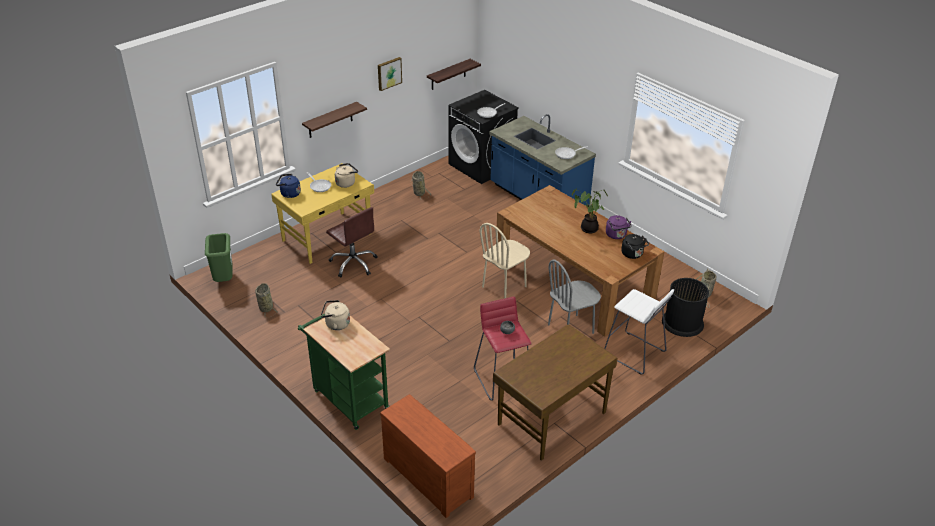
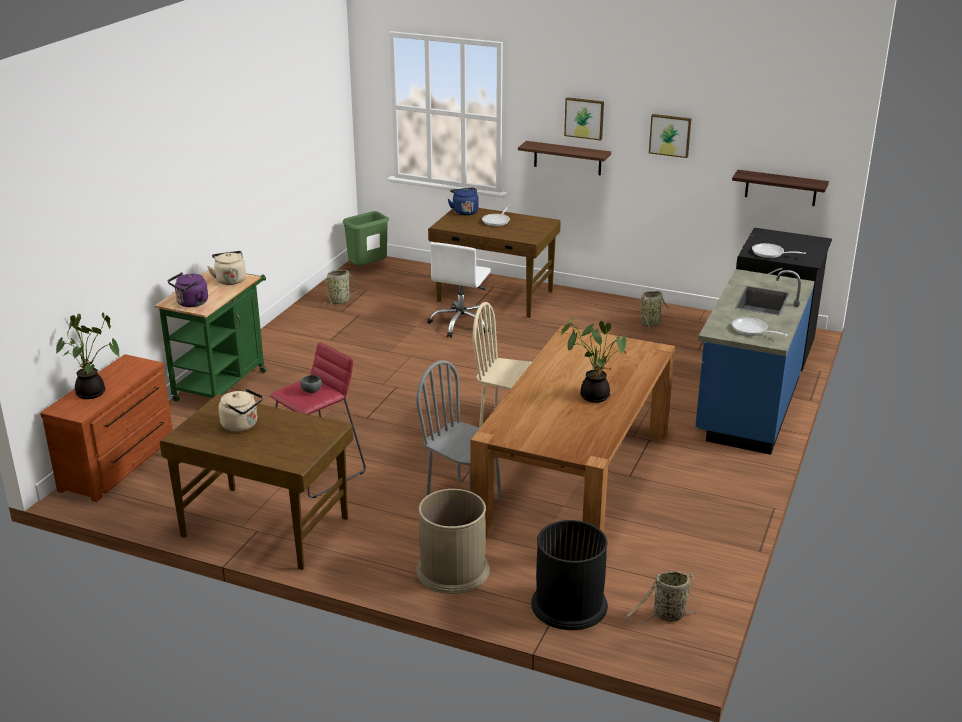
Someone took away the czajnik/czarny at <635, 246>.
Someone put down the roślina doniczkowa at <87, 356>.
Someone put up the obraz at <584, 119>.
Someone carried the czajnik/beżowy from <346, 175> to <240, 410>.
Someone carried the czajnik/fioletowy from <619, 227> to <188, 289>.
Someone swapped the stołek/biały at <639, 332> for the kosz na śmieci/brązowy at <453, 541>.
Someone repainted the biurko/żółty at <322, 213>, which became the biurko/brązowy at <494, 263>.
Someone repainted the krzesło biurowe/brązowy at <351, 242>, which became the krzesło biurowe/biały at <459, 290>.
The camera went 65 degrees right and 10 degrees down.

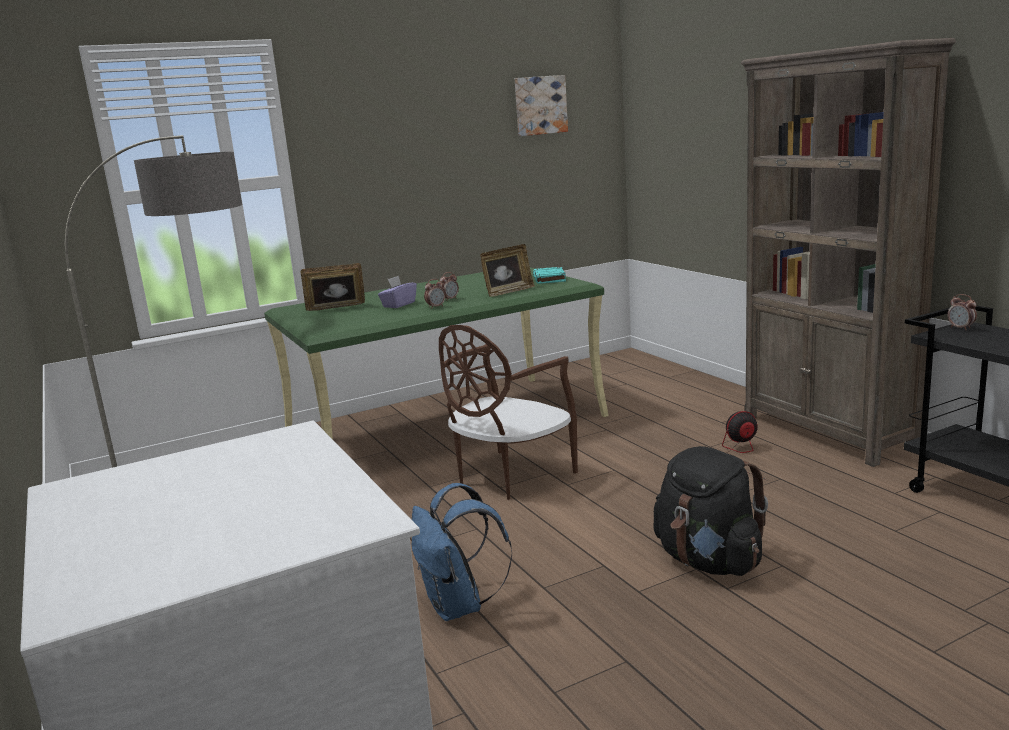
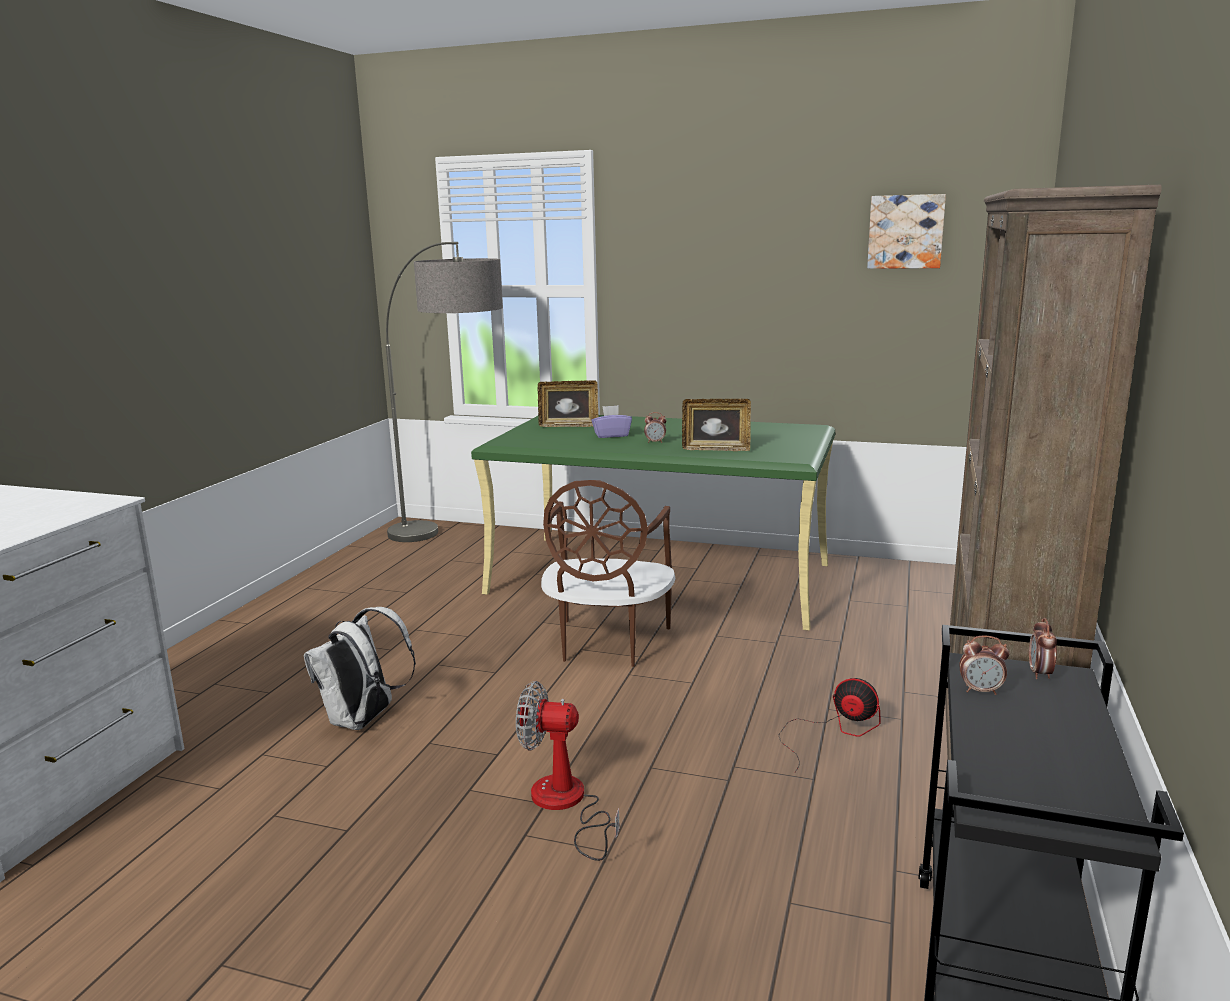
Someone took away the książka/turkusowy at <549, 275>.
Someone carried the budzik from <435, 294> to <984, 665>.
Someone swapped the plecak/czarny at <710, 511> for the wentylator at <567, 771>.
Someone repainted the plecak/niebieski at <461, 552>, which became the plecak/biały at <360, 668>.
Someone rotated the ramka na zdjęcie at <333, 287> by 150 degrees clockwise.
Someone rotated the krzesło/brązowy at <508, 412> by 75 degrees counterclockwise.
The camera went 45 degrees right and 0 degrees up.

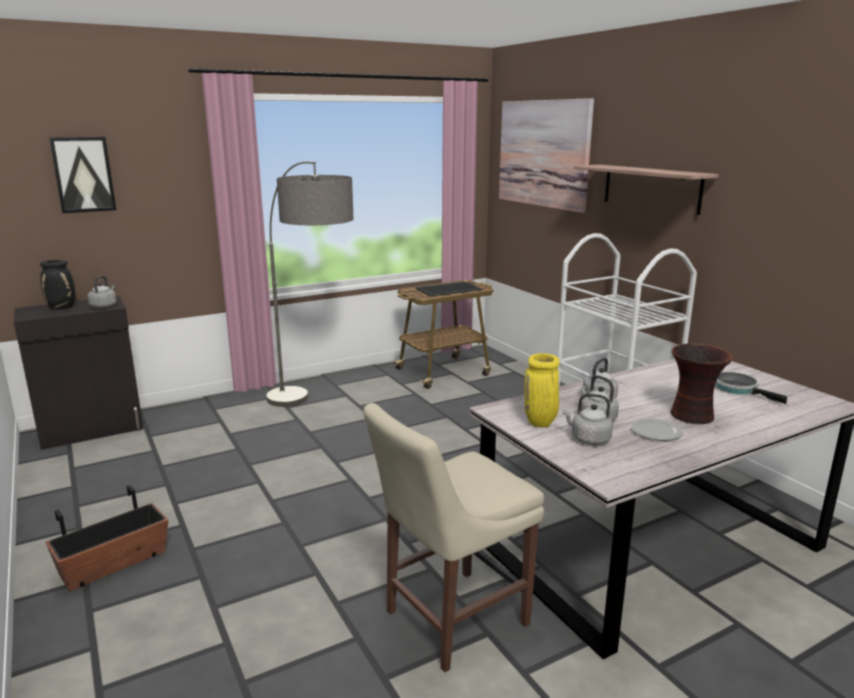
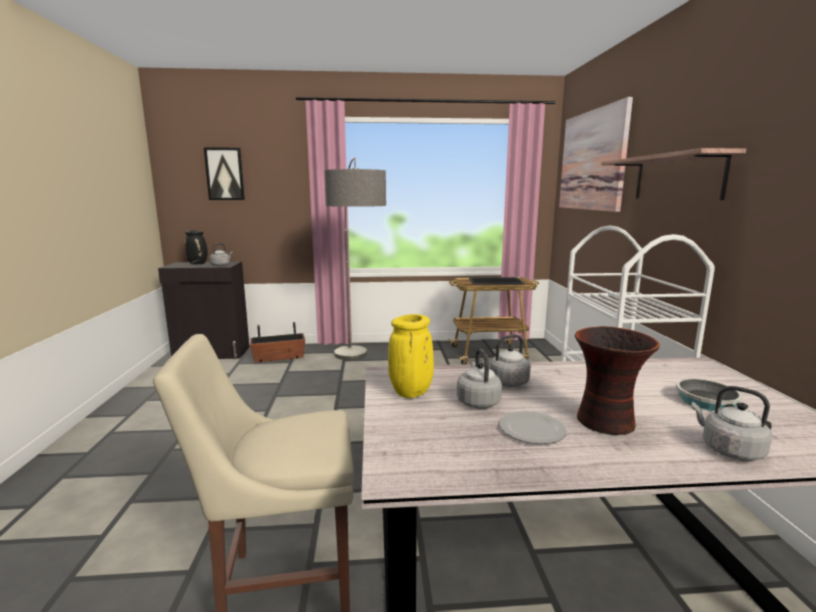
Someone carried the donica from <106, 538> to <277, 342>.
Someone carried the czajnik/szary from <588, 419> to <731, 423>.
The camera went 25 degrees right and 5 degrees down.

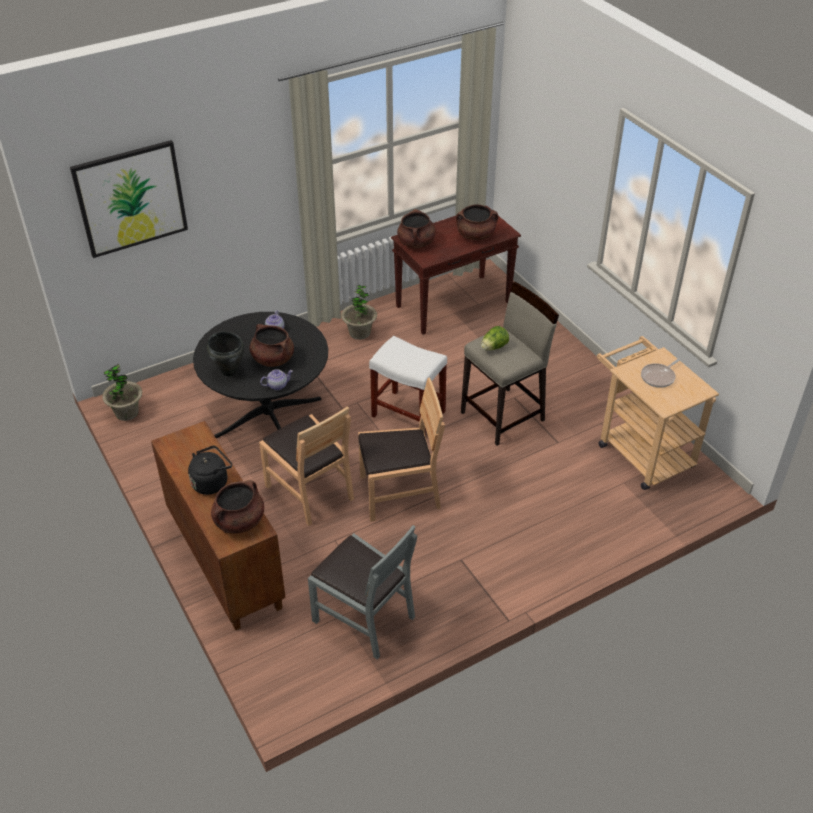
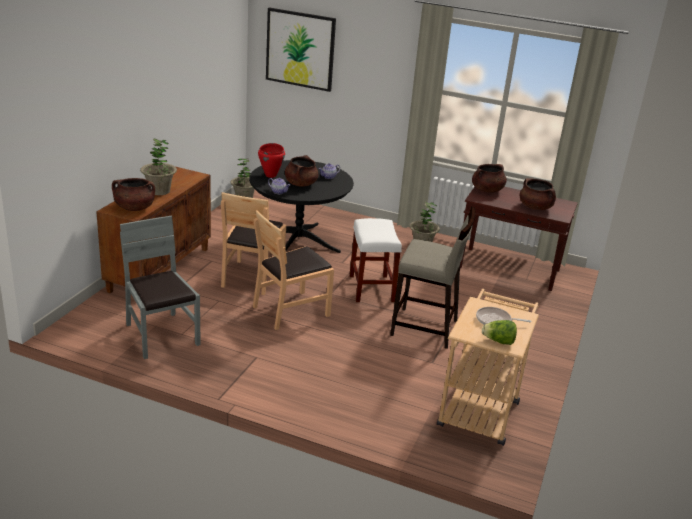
Someone carried the sałata from <495, 338> to <499, 332>.
Someone swapped the czajnik/czarny at <210, 470> for the roślina doniczkowa at <158, 166>.
Someone repainted the garnek/czarny at <225, 354>, which became the garnek/czerwony at <271, 160>.
Someone rotated the krzesło/szary at <362, 592> by 150 degrees clockwise.
Someone rotated the krzesło/brązowy at <401, 450> by 105 degrees clockwise.
The camera went 50 degrees right and 15 degrees down.

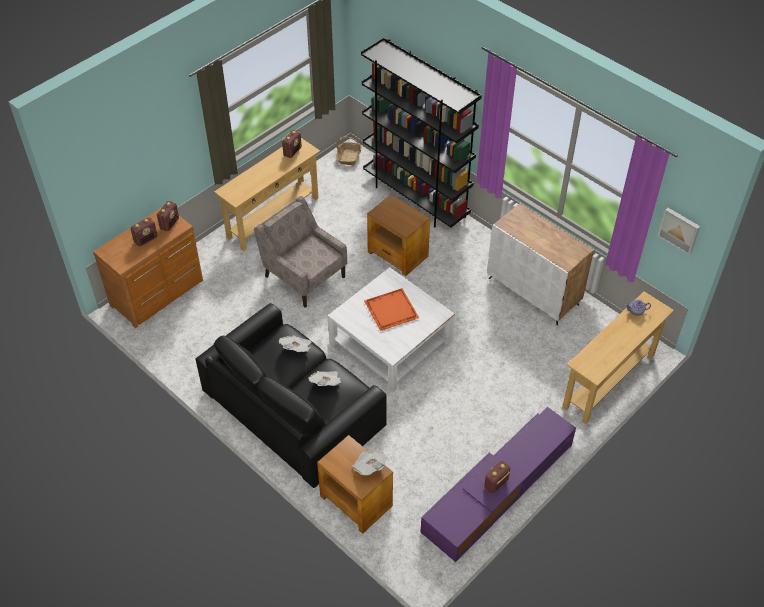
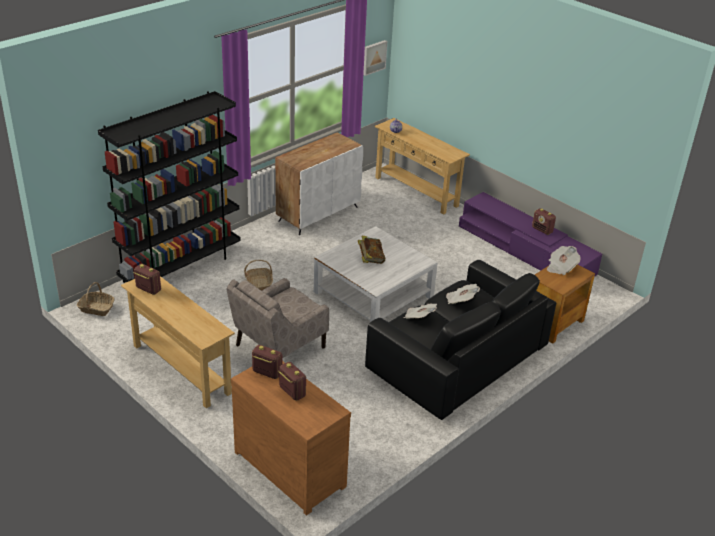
Someone swapped the taca/pomarańczowy at <391, 309> for the książka at <371, 250>.
Someone swapped the stolik/brązowy at <398, 235> for the koszyk at <258, 275>.
The camera went 90 degrees left and 15 degrees down.

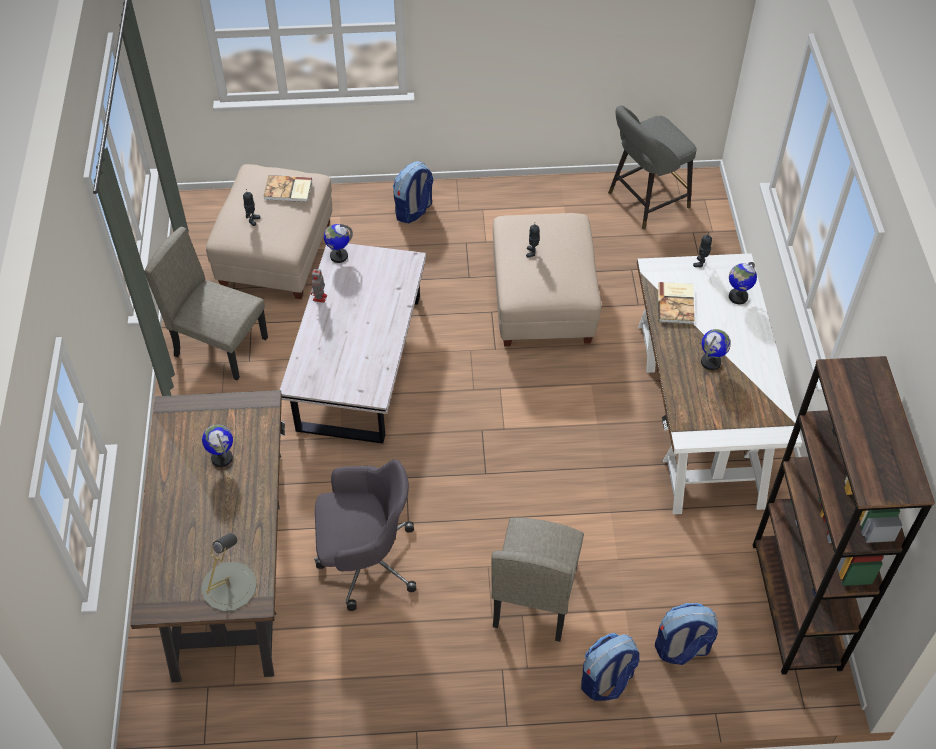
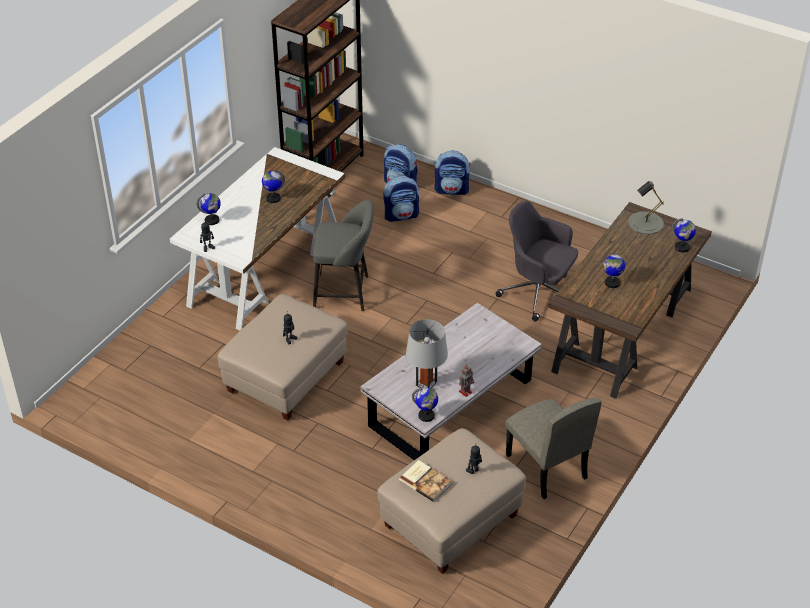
Someone took away the krzesło/beżowy at <537, 579>.
Someone took away the książka at <676, 303>.
Someone put down the lampa stołowa/szary at <427, 353>.
Someone put down the globus at <684, 235>.
Someone carried the plecak from <413, 192> to <401, 199>.
Someone carried the stołek/szary from <652, 167> to <343, 255>.
The camera went 145 degrees left and 10 degrees down.

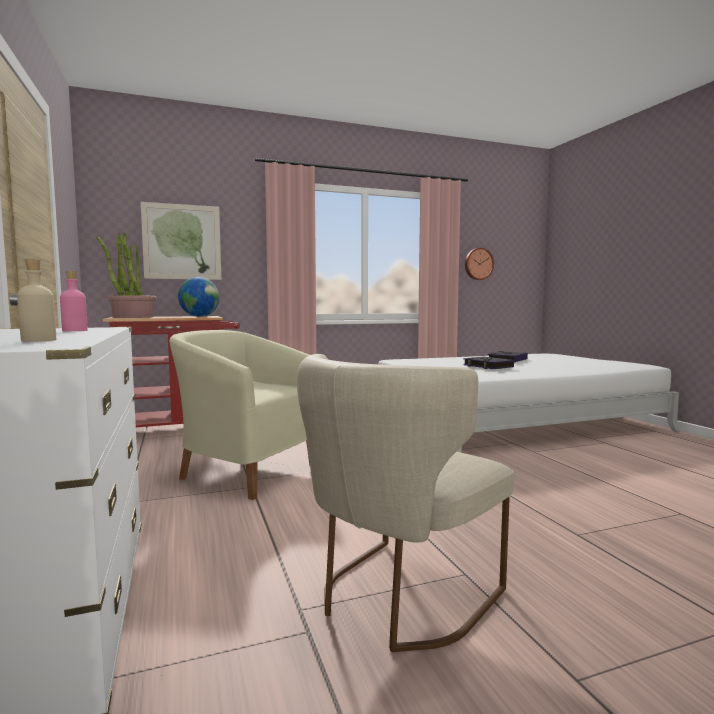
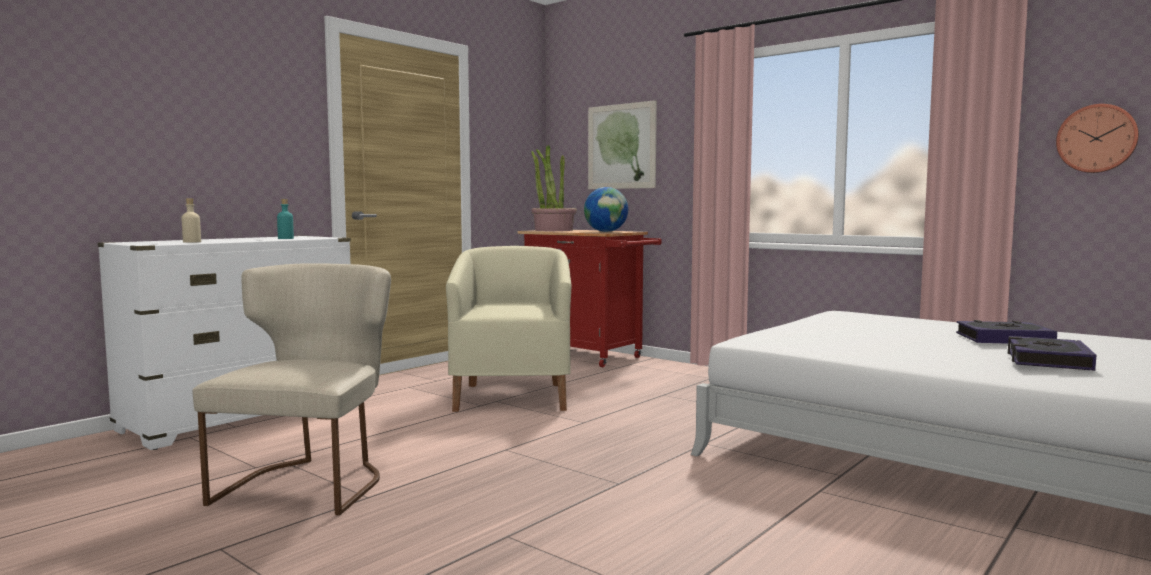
Someone carried the książka from <488, 362> to <1052, 353>.
Someone repainted the butelka/różowy at <73, 301>, which became the butelka/turkusowy at <285, 219>.
Someone rotated the krzesło/beżowy at <405, 503> by 90 degrees clockwise.
The camera went 60 degrees right and 0 degrees up.

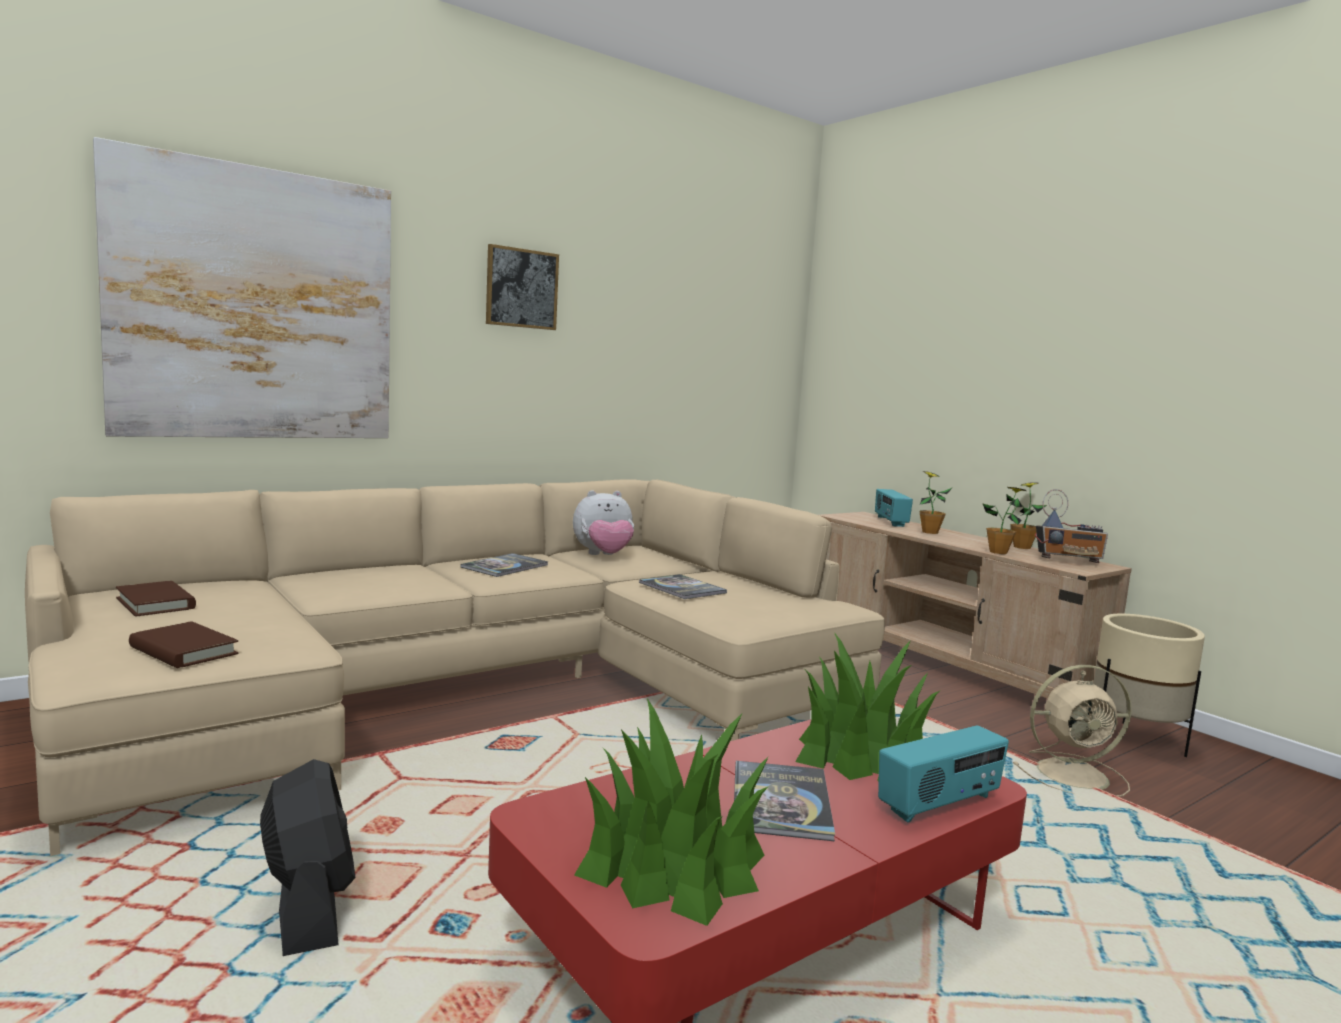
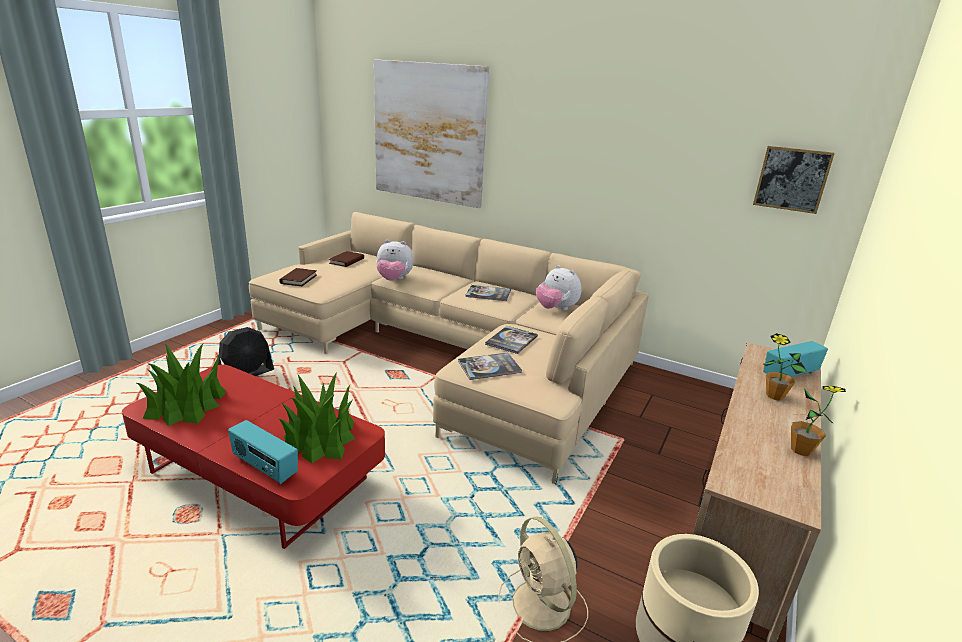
Someone took away the roślina doniczkowa at <1004, 520>.
Someone took away the radio at <1071, 526>.
Someone put down the pluszak at <395, 260>.
Someone carried the obraz from <522, 287> to <794, 180>.
Someone carried the książka from <784, 801> to <490, 366>.
The camera went 65 degrees right and 15 degrees up.

